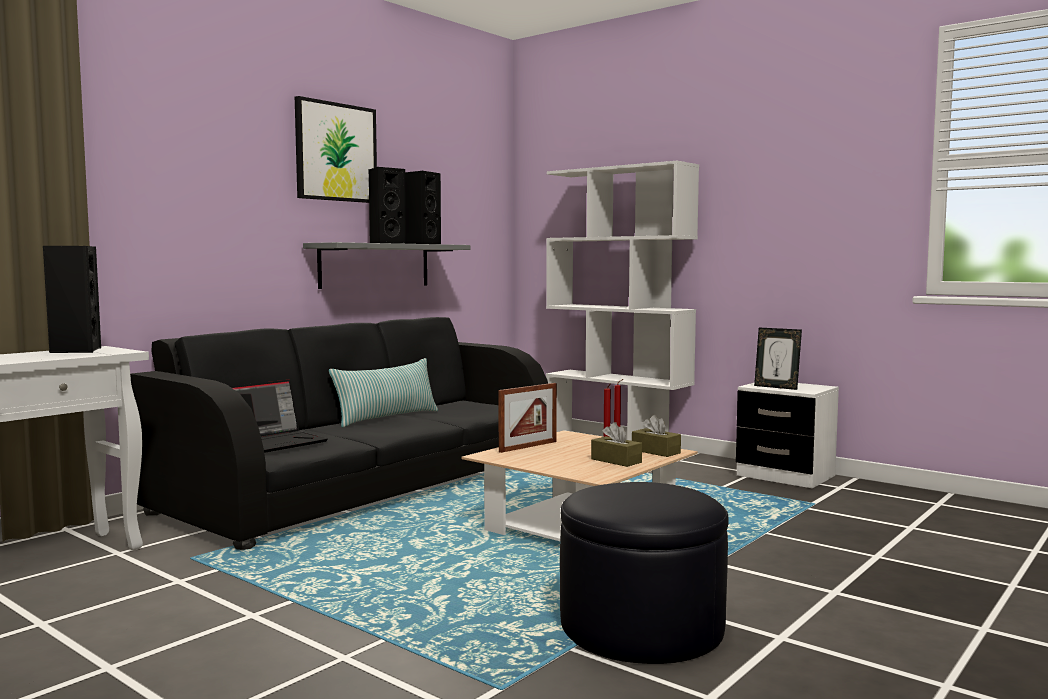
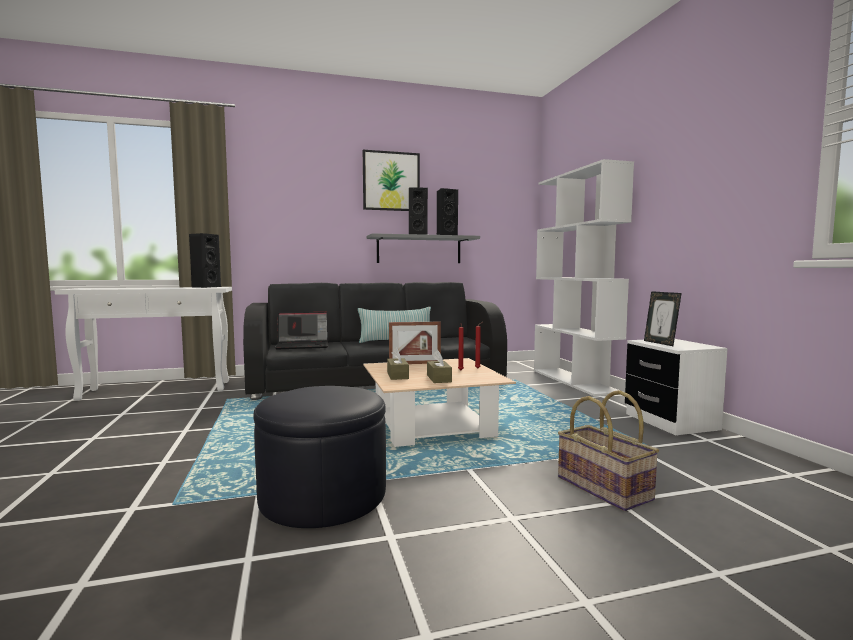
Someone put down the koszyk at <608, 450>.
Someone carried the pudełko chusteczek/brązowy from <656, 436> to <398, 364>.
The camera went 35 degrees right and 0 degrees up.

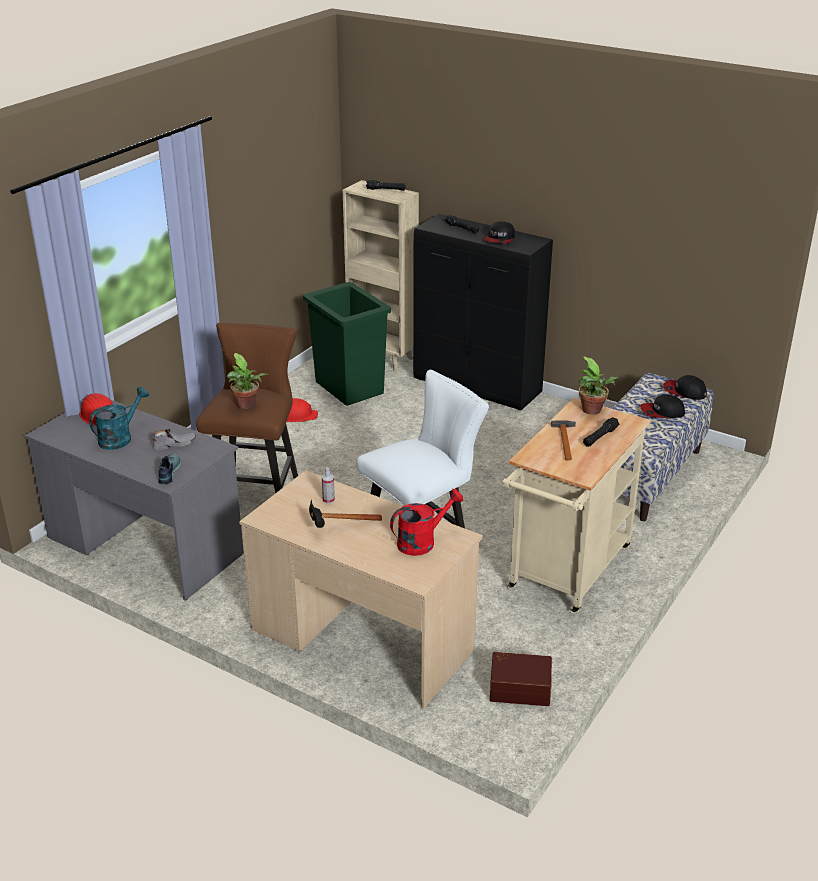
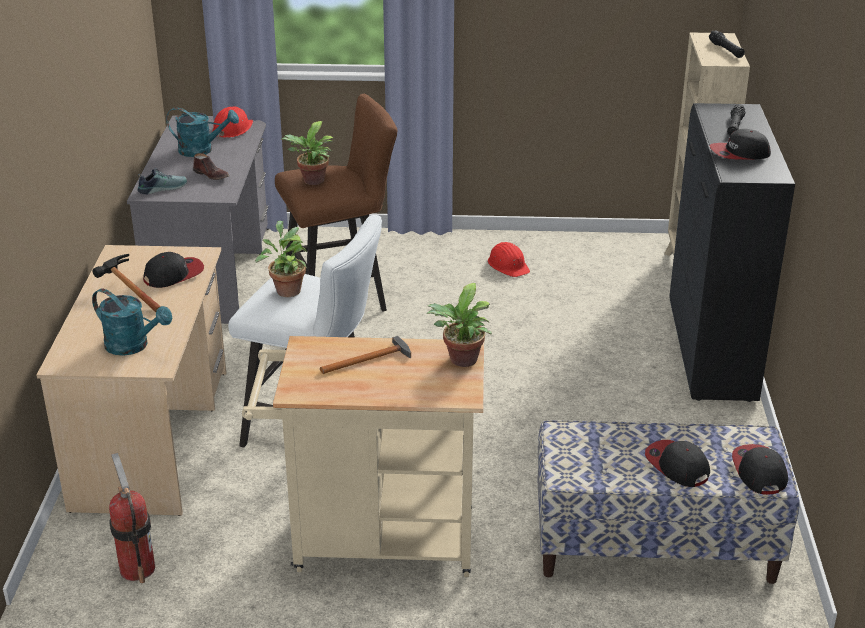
Someone took away the kosz na śmieci/zielony at <347, 344>.
Someone took away the latarka/czarny at <601, 432>.
Someone put down the roślina doniczkowa at <281, 259>.
Someone swapped the spryskiwacz at <328, 485> for the czapka z daszkiem at <173, 270>.
Someone swapped the pojemnik do przechowywania/brązowy at <521, 679> for the gaśnica at <132, 518>.
Someone repainted the but/szary at <174, 439>, which became the but/brązowy at <211, 166>.
Someone repainted the konewka/czerwony at <427, 522>, which became the konewka/turkusowy at <132, 322>.
The camera went 60 degrees right and 0 degrees up.

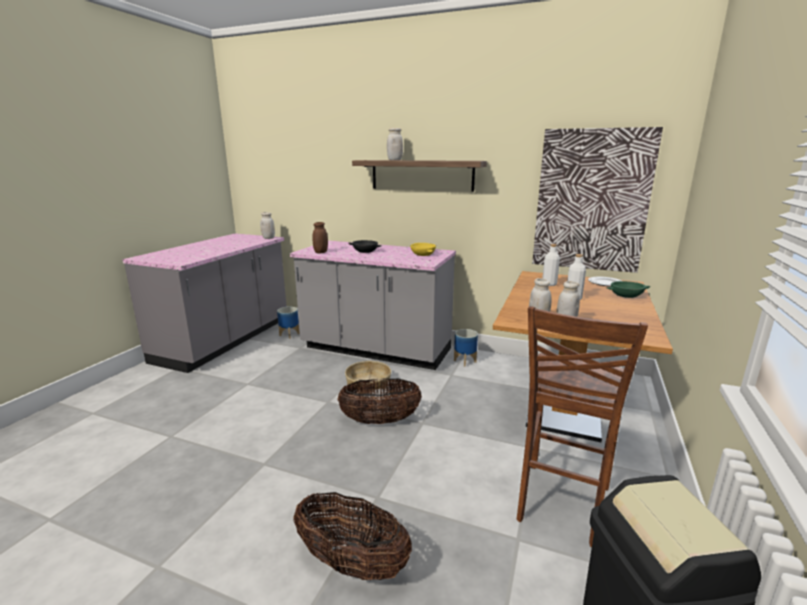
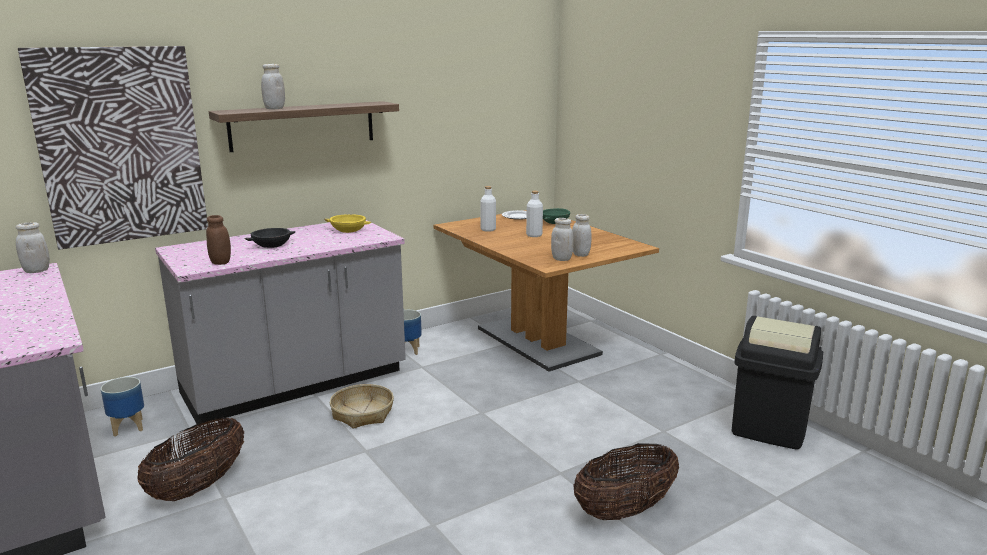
Someone took away the stołek/brązowy at <582, 426>.
Someone carried the koszyk from <379, 401> to <190, 459>.
Someone carried the obraz from <597, 200> to <113, 148>.
The camera went 55 degrees left and 0 degrees up.

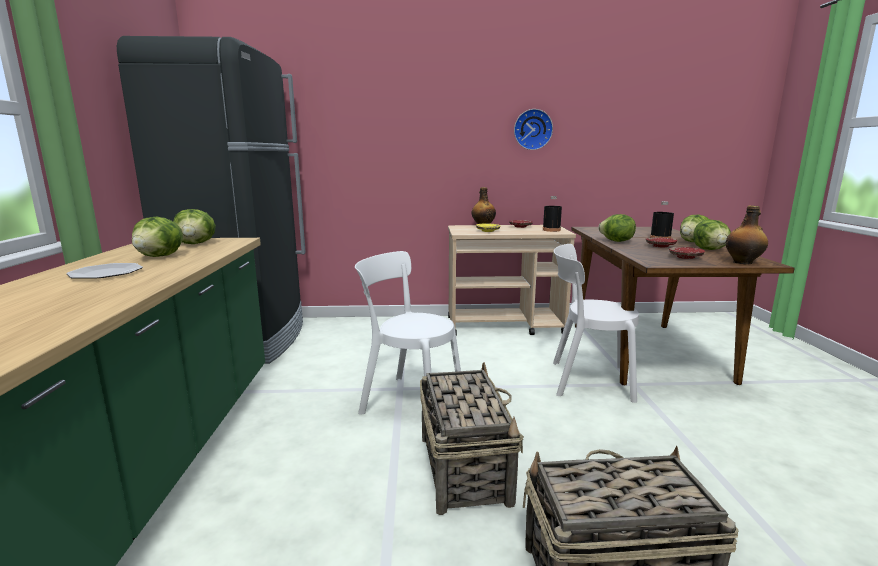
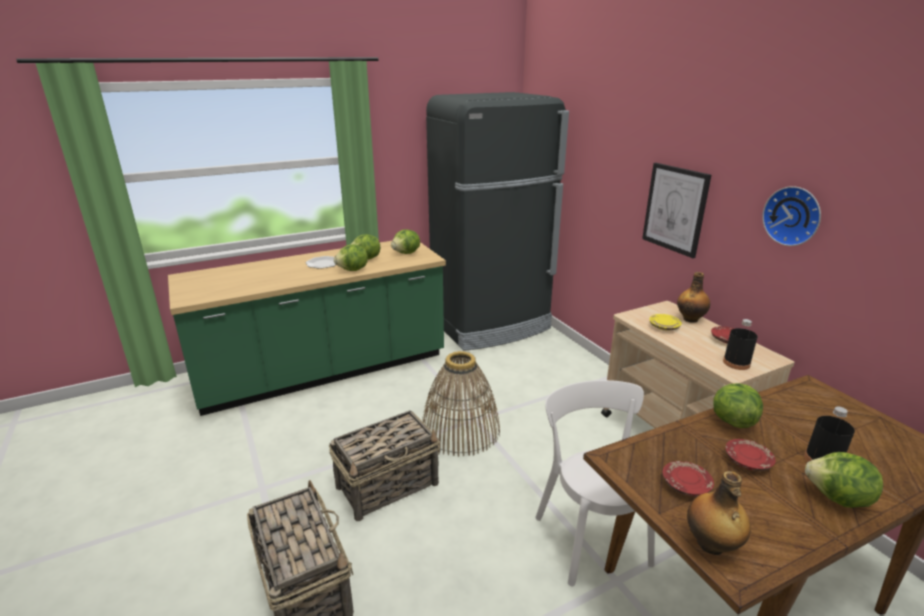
Someone put up the obraz at <676, 210>.
Someone carried the sałata from <712, 235> to <351, 257>.
Someone swapped the krzesło/biały at <408, 333> for the koszyk at <461, 404>.
The camera went 65 degrees right and 10 degrees up.

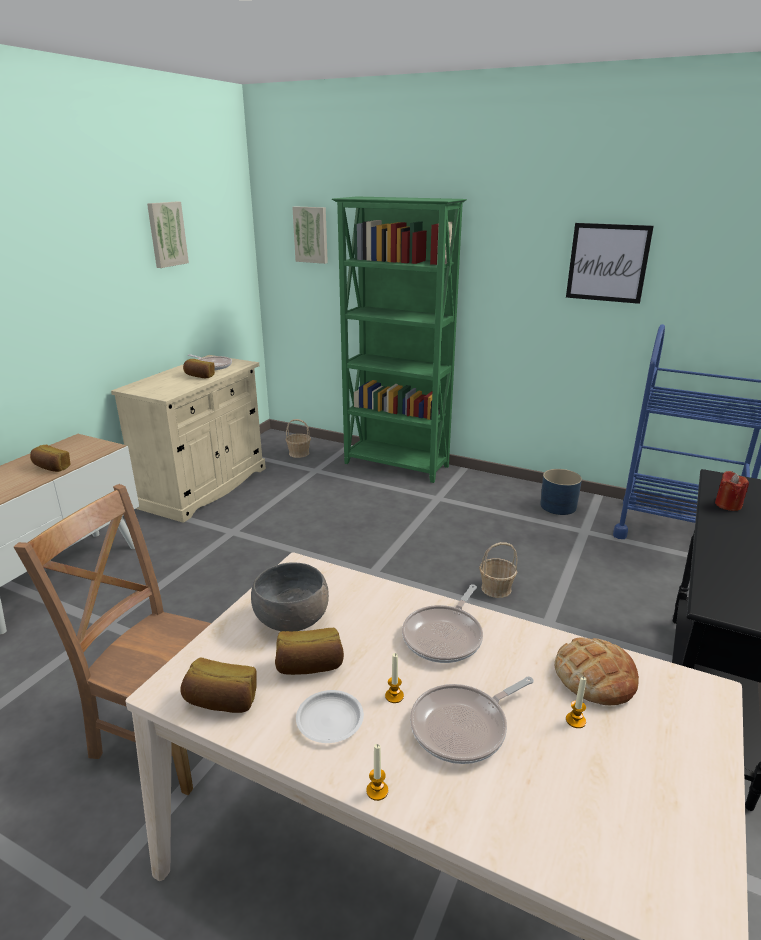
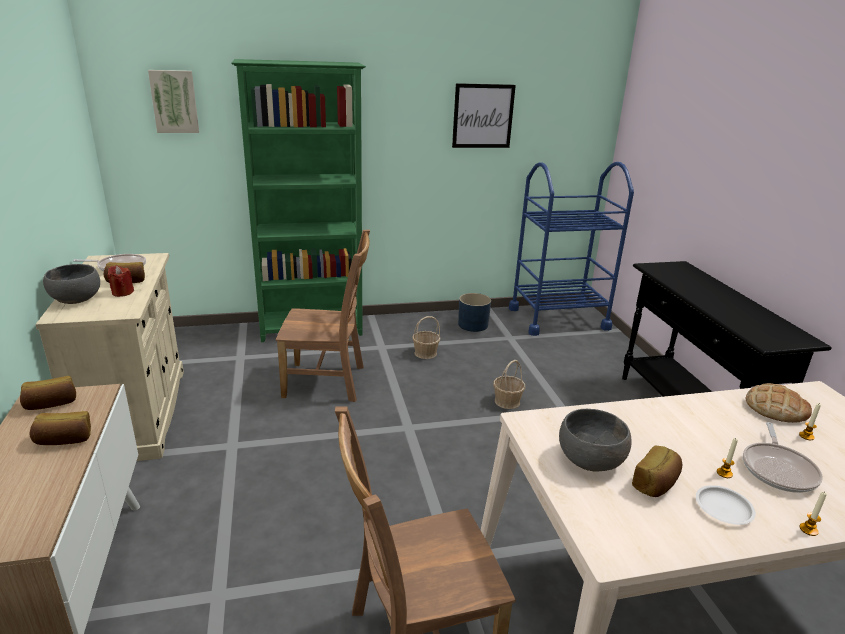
Someone took away the obraz at <168, 235>.
Someone took away the patelnia at <442, 623>.
Someone put down the miska/szary at <71, 284>.
Someone put down the krzesło/brązowy at <323, 316>.
Someone carried the chleb from <218, 685> to <48, 393>.
Someone carried the koszyk from <298, 438> to <426, 337>.
Someone carried the świeca/czerwony from <732, 491> to <120, 281>.
The camera went 40 degrees left and 0 degrees up.

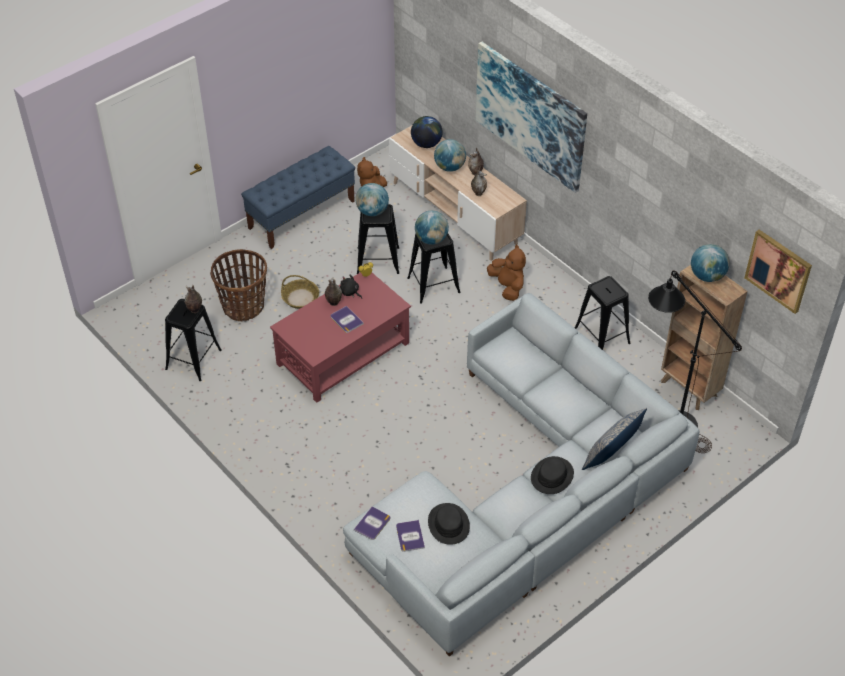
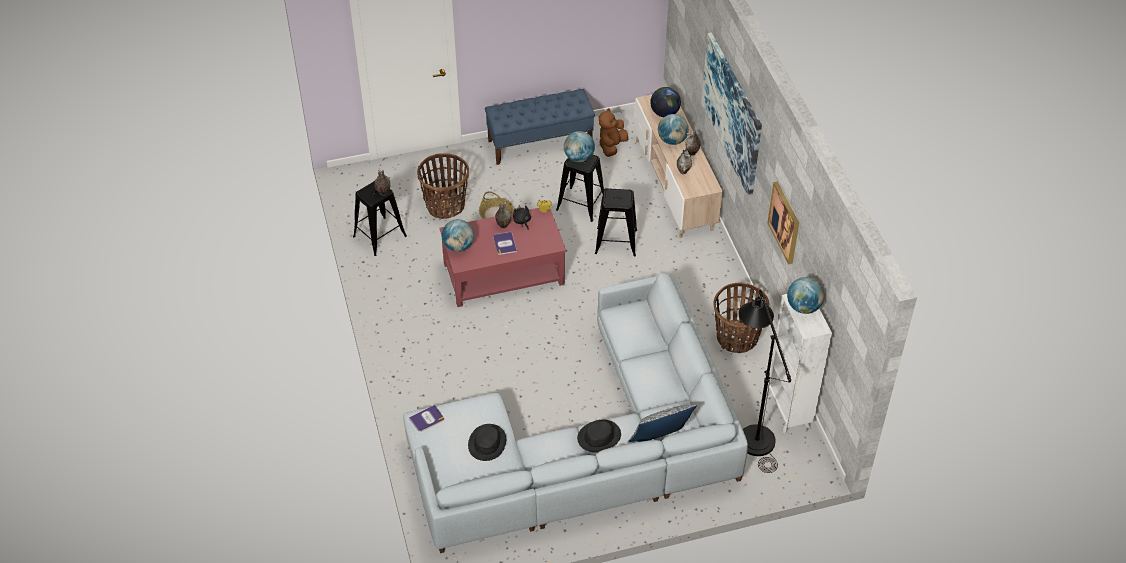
Someone took away the książka at <410, 536>.
Someone took away the pluszak/brązowy at <506, 273>.
Someone carried the globus from <432, 228> to <458, 235>.
Someone carried the obraz from <778, 272> to <783, 223>.
Someone swapped the stołek/czarny at <603, 313> for the koszyk at <741, 318>.
Someone repainted the regał/brązowy at <704, 337>, which became the regał/biały at <799, 363>.
The camera went 25 degrees right and 0 degrees up.

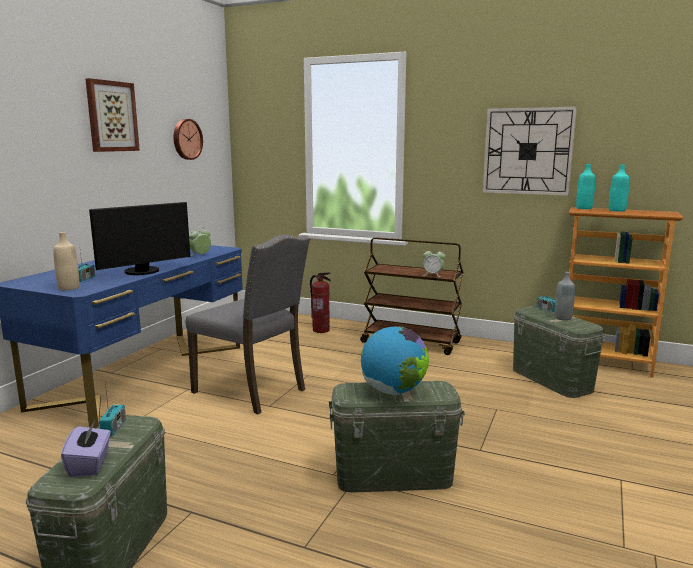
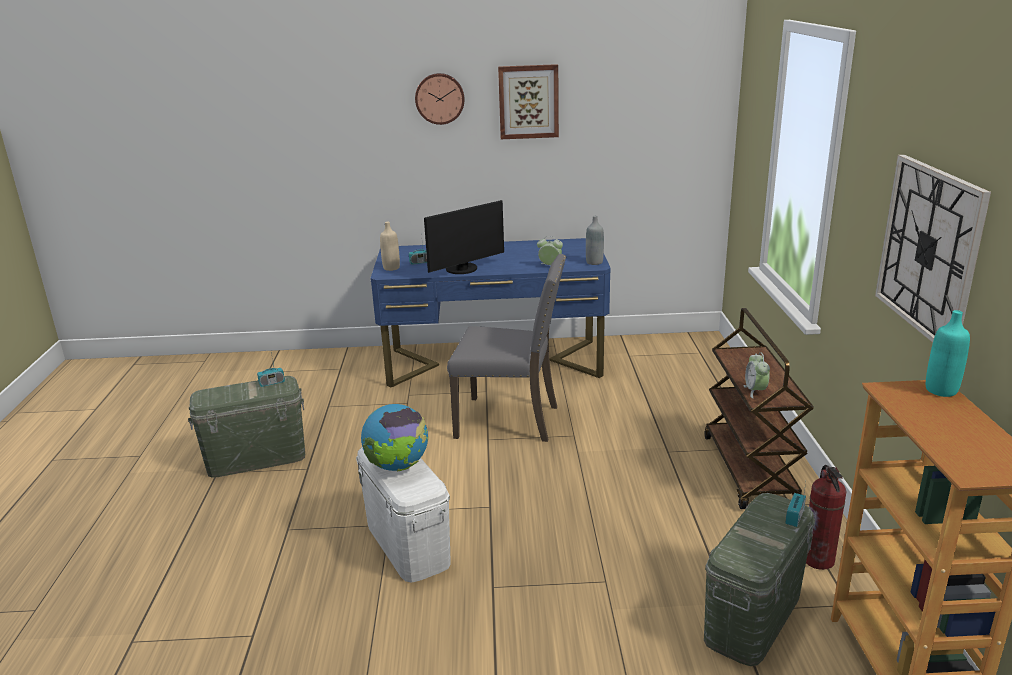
Someone took away the pudełko chusteczek/fioletowy at <86, 449>.
Someone took away the butelka/turkusowy at <619, 188>.
Someone carried the zegar ścienny from <188, 139> to <440, 99>.
Someone carried the gaśnica from <320, 302> to <826, 517>.
Someone carried the butelka/szary from <565, 296> to <595, 240>.
Someone repainted the pojemnik do przechowywania/zielony at <397, 437>, which became the pojemnik do przechowywania/biały at <403, 515>.
Someone rotated the monitor at <139, 238> by 60 degrees counterclockwise.
Someone rotated the krzesło/szary at <247, 324> by 90 degrees counterclockwise.
The camera went 65 degrees right and 10 degrees up.

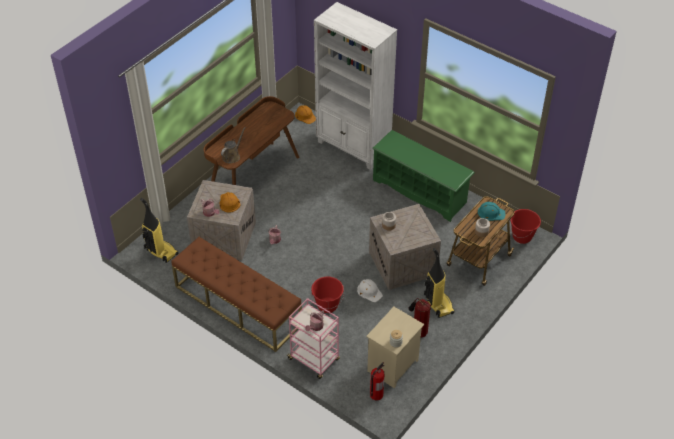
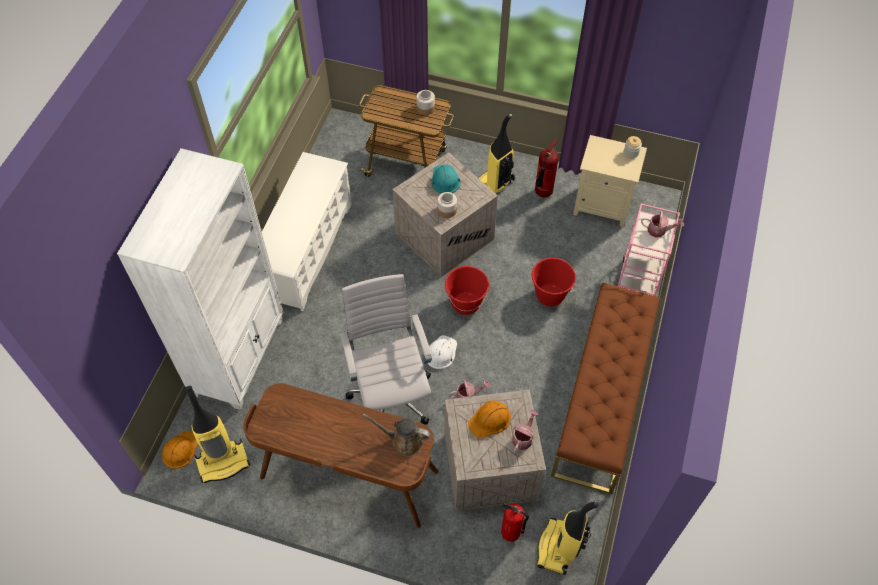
Someone put down the odkurzacz at <218, 434>.
Someone put down the krzesło biurowe/biały at <386, 349>.
Someone carried the kask/biały from <370, 290> to <442, 352>.
Someone carried the gaśnica from <377, 381> to <515, 522>.
Someone carried the kask/turkusowy from <492, 211> to <446, 179>.
Someone carried the wiadro/czerwony from <525, 226> to <467, 290>.
Someone repainted the regał na buty/zielony at <423, 176>, which became the regał na buty/biały at <307, 231>.
The camera went 110 degrees left and 10 degrees up.

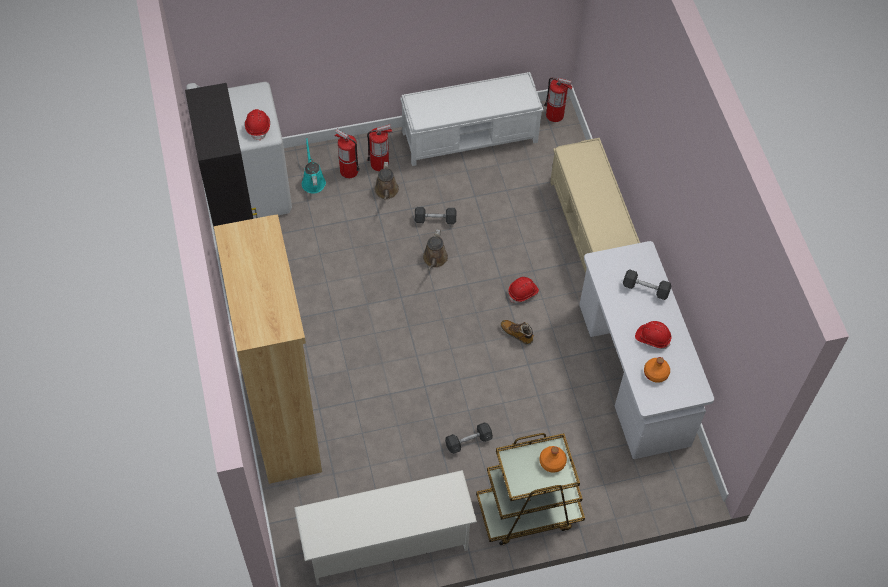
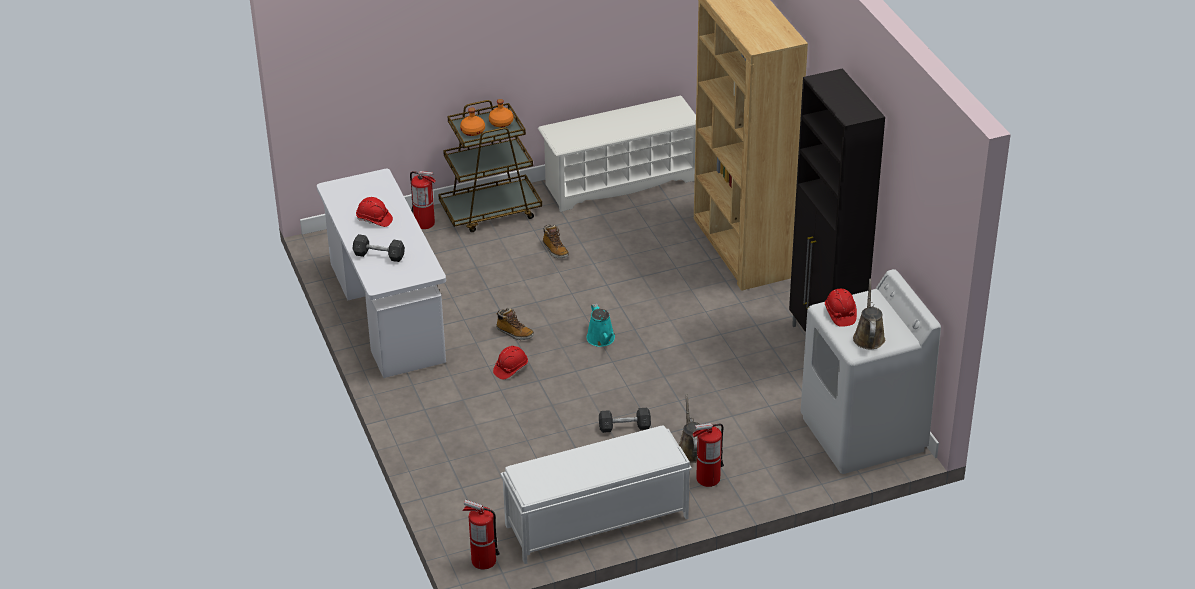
Someone took away the ławka/beżowy at <595, 206>.
Someone carried the konewka/turkusowy from <314, 166> to <600, 325>.
Someone carried the gaśnica from <347, 153> to <423, 200>.
Someone carried the konewka/brązowy from <435, 249> to <869, 314>.
Someone carried the butelka/pomarańczowy from <657, 370> to <501, 113>.
Someone swapped the hantel/szary at <469, 438> for the but z cholewką at <556, 241>.
The camera went 175 degrees right and 20 degrees down.

